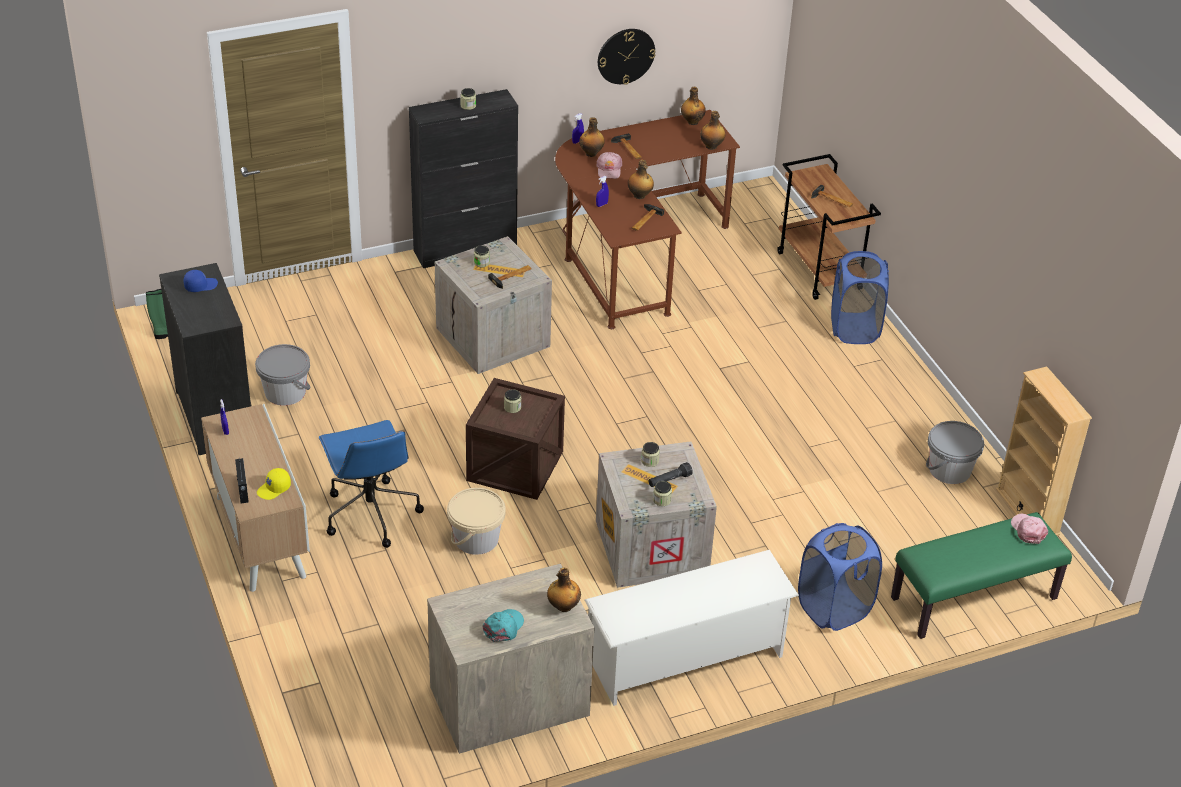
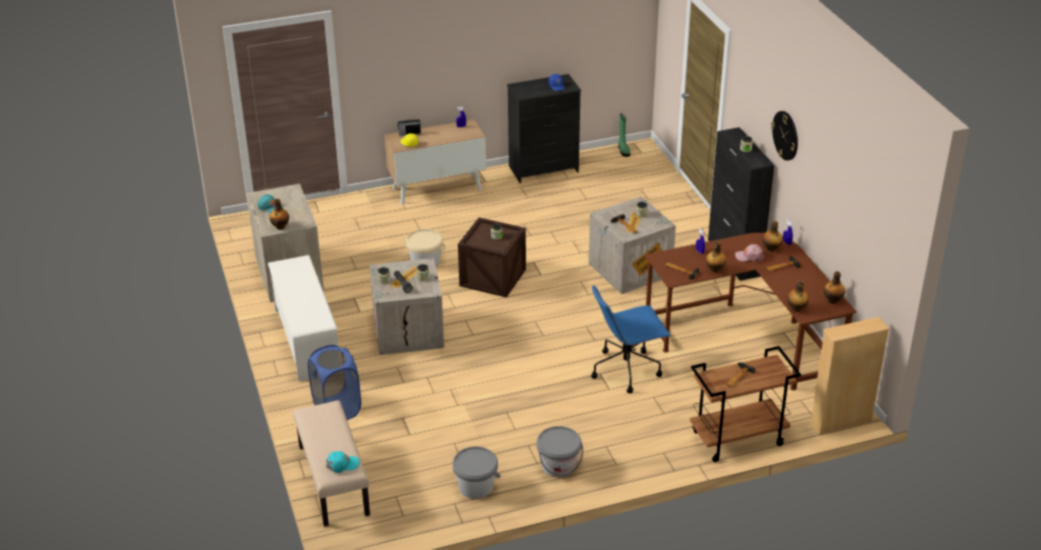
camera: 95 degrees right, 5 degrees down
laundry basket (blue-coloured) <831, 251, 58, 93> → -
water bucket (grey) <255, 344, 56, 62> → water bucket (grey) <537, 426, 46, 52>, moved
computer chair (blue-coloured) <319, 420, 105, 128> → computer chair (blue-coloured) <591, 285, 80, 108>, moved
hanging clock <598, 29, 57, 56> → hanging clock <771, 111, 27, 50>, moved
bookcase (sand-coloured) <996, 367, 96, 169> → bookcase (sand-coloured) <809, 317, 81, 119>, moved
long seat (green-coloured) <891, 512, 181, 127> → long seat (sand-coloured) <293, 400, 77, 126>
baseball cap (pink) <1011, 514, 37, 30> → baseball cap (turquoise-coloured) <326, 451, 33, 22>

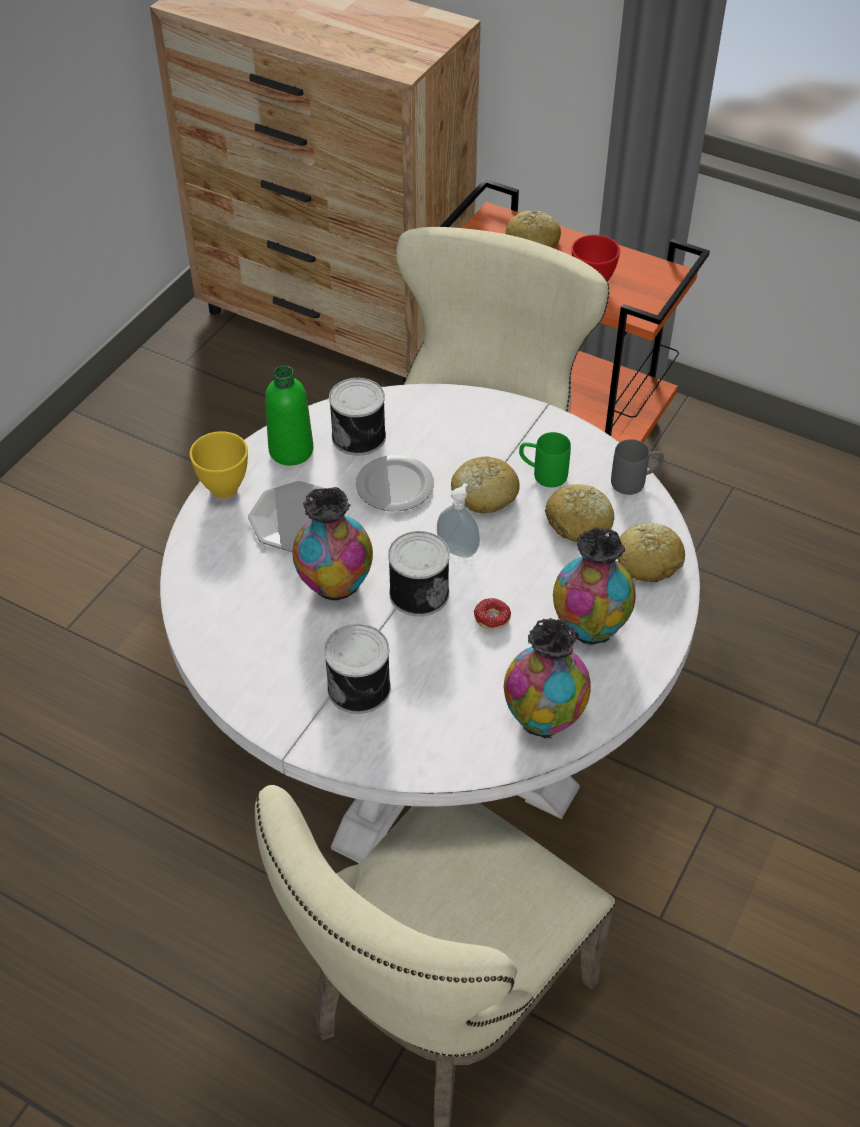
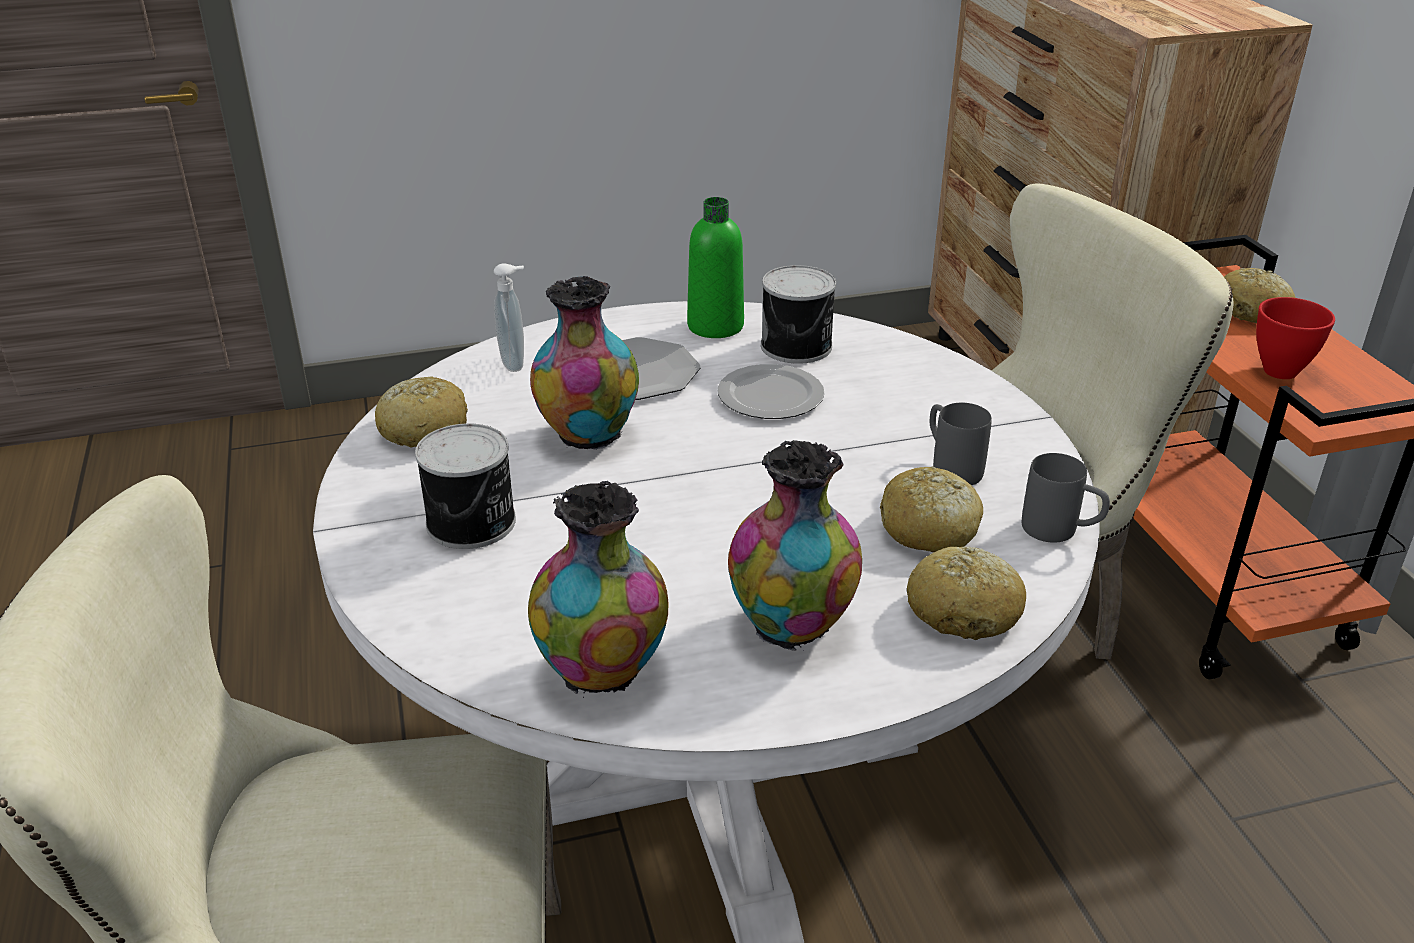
camera: 45 degrees right, 15 degrees down
serving bowl (yellowish) <190, 431, 58, 68> → -
can <388, 531, 62, 86> → -
donut <474, 598, 37, 32> → -
liquid soap bottle <437, 483, 43, 75> → liquid soap bottle <494, 263, 30, 109>, moved
bread <451, 456, 69, 58> → bread <375, 376, 93, 72>, moved
coffee mug (green-coloured) <519, 432, 52, 55> → coffee mug (grey) <930, 403, 62, 82>

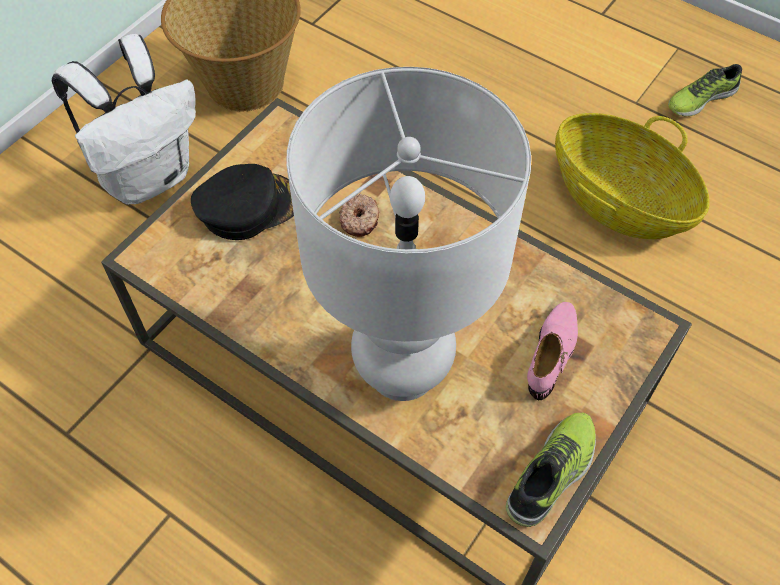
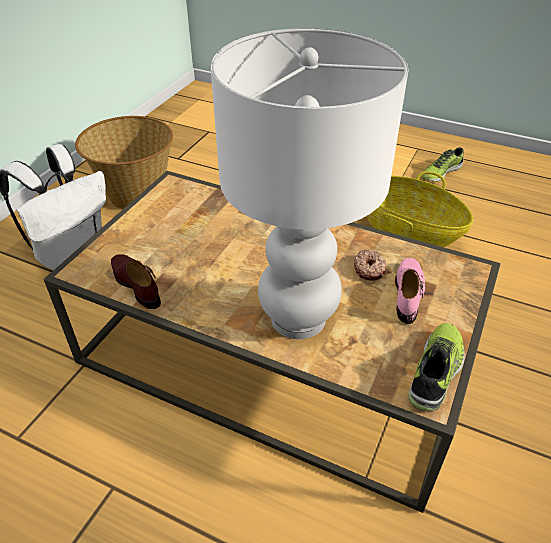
camera: 10 degrees left, 15 degrees down
baseball cap (blackish) <191, 164, 103, 76> → -
- → item of footwear (brownish) <111, 254, 50, 55>
donut <339, 194, 40, 43> → donut <354, 249, 32, 32>, moved

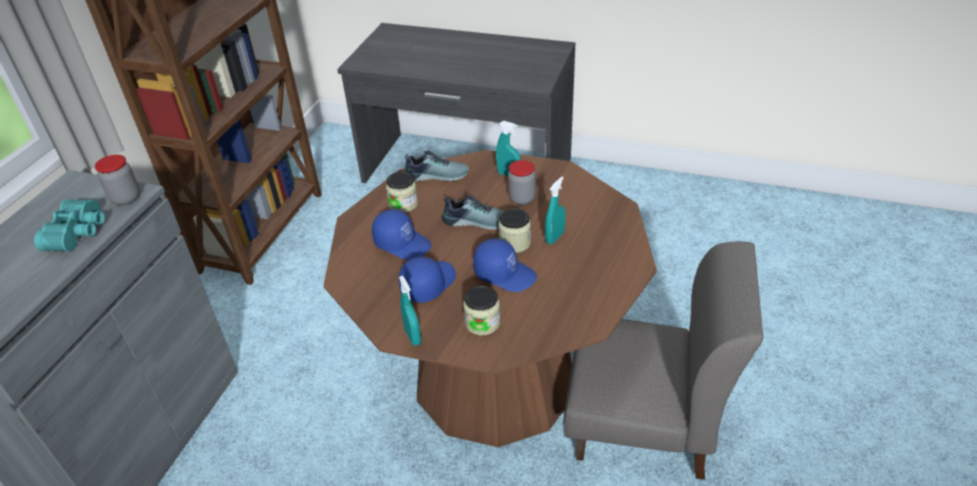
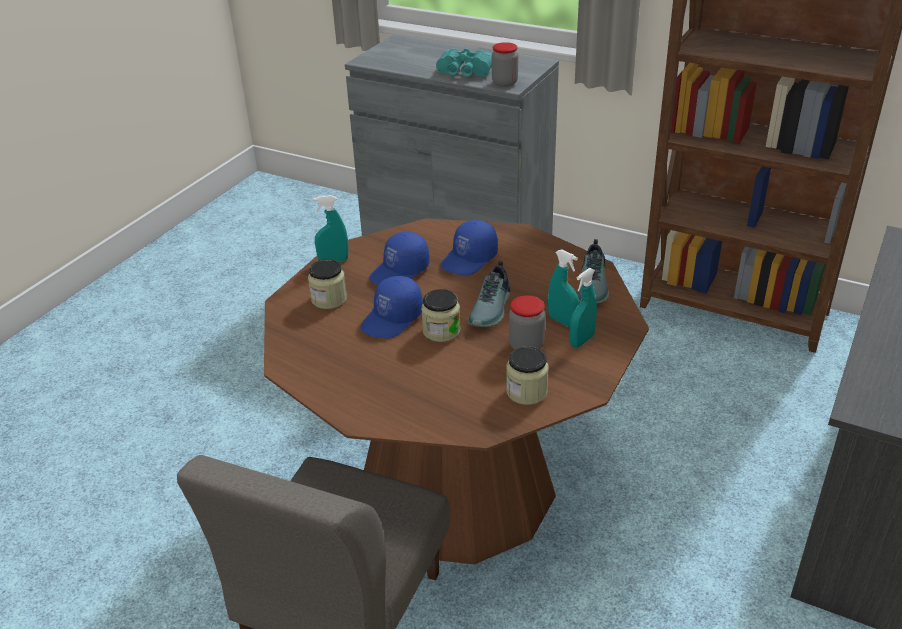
camera: 100 degrees right, 5 degrees down
preserve jar <386, 172, 32, 40> → preserve jar <506, 347, 43, 58>, moved
sprayer (turquoise-coloured) <545, 177, 21, 67> → sprayer (turquoise-coloured) <548, 249, 31, 78>, moved
baseball cap (blue-coloured) <399, 256, 57, 47> → baseball cap (blue-coloured) <369, 232, 60, 53>, 90 degrees clockwise

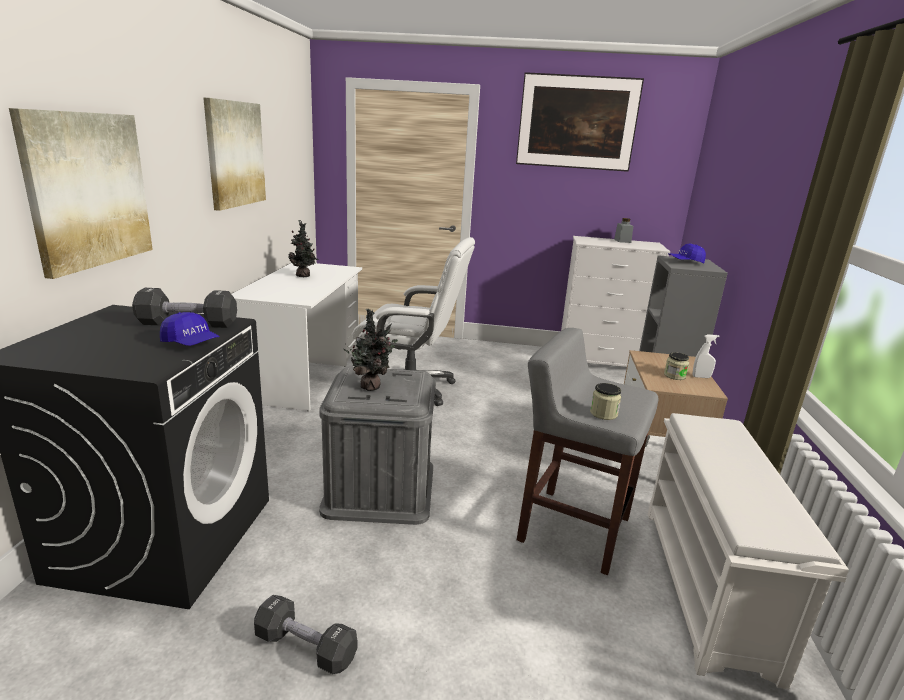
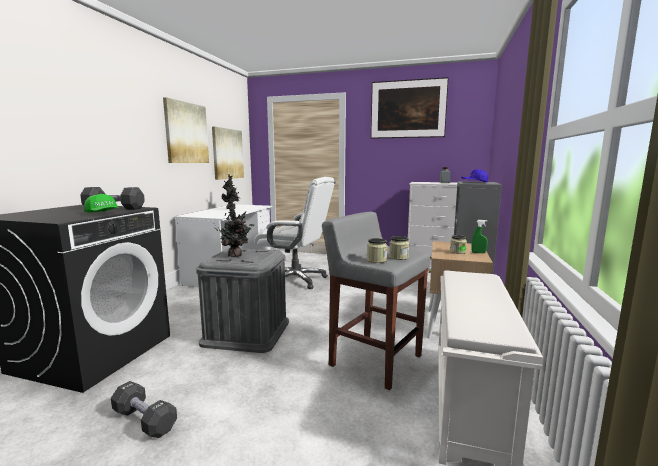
camera: 10 degrees right, 10 degrees down
- → preserve jar <389, 236, 20, 24>
wall picture <9, 108, 144, 171> → wall picture <212, 127, 32, 53>, moved
baseball cap (blue-coloured) <160, 312, 60, 34> → baseball cap (green-coloured) <84, 194, 36, 19>
sprayer (whitish) <693, 334, 27, 44> → sprayer (green-coloured) <471, 220, 17, 33>

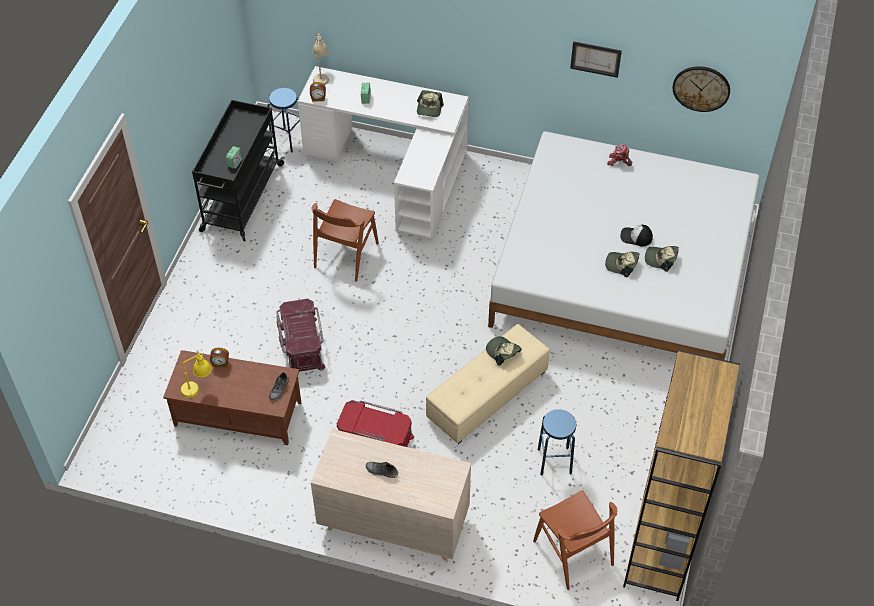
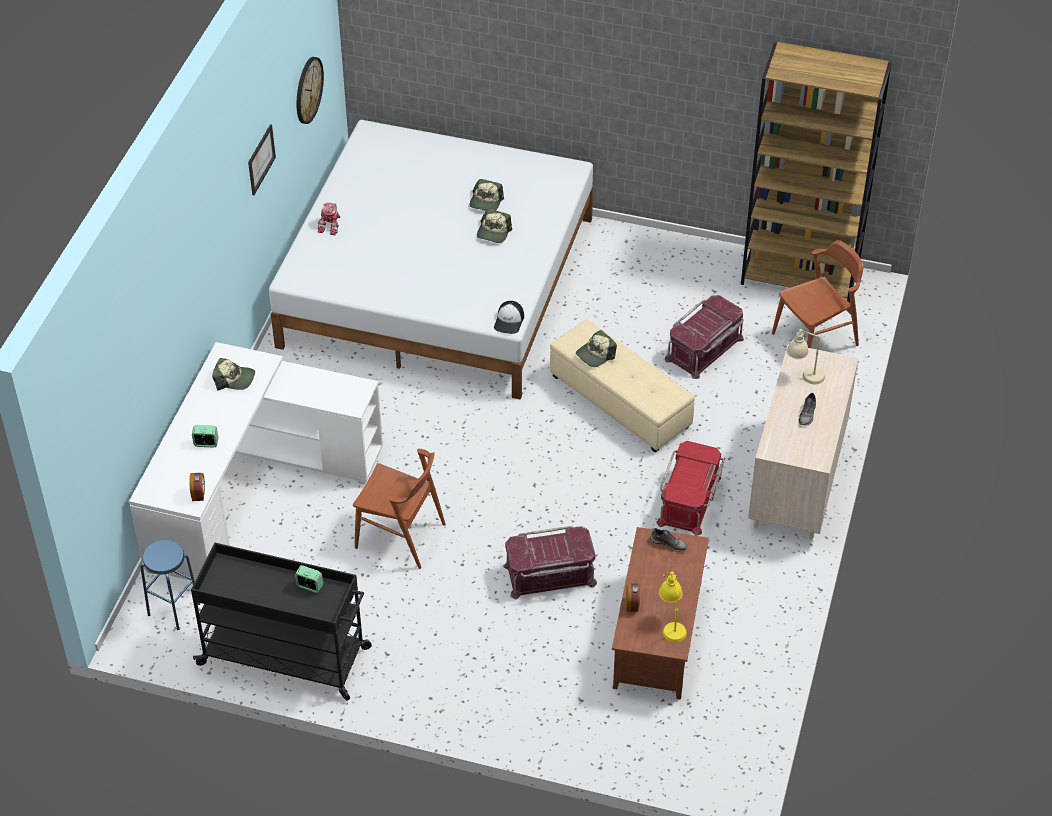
camera: 90 degrees left, 5 degrees down
table lamp (sand-coloured) <312, 34, 17, 51> → table lamp (sand-coloured) <787, 329, 38, 56>, moved
baseball cap <620, 225, 33, 21> → baseball cap <494, 301, 30, 33>, moved
sitting stool (blue-coloured) <538, 409, 38, 67> → storage box (red) <665, 295, 79, 84>

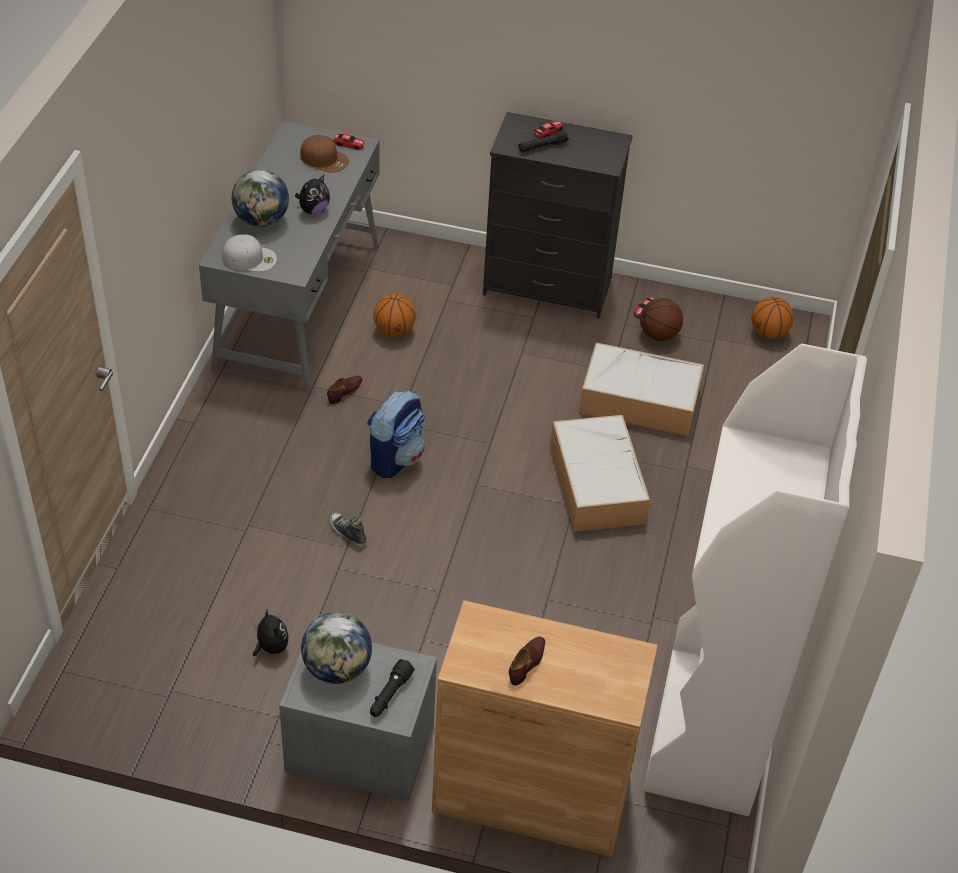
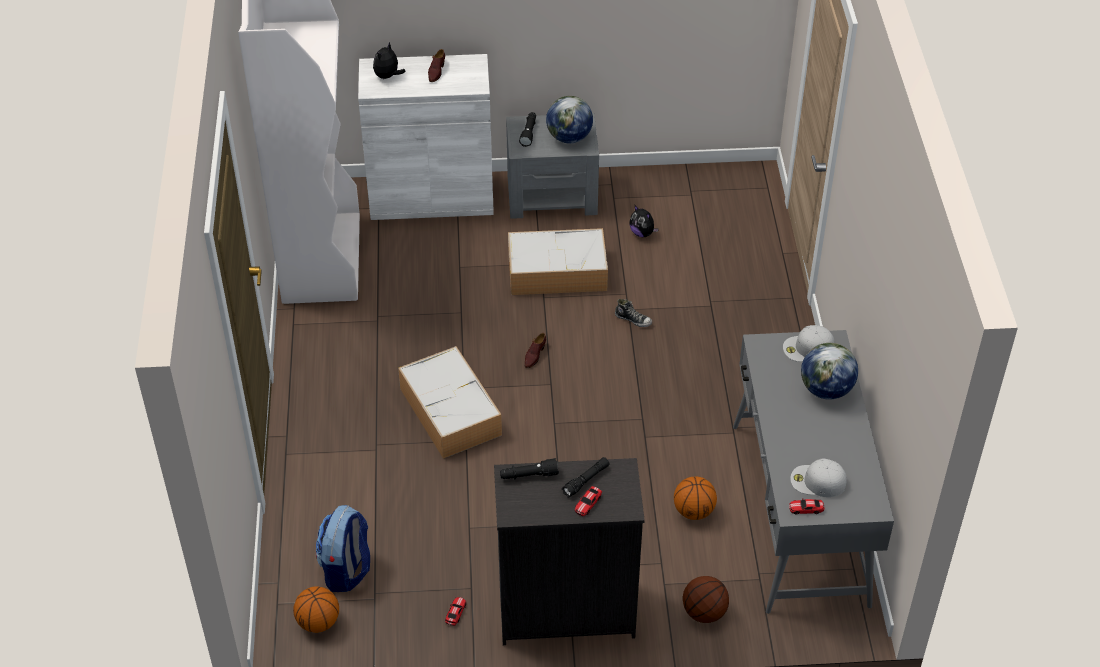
camera: 165 degrees right, 0 degrees up
- → flashlight (blackish) <500, 458, 59, 22>
soft toy <295, 175, 35, 39> → soft toy <373, 42, 33, 37>, moved
item of footwear (brownish) <327, 376, 35, 28> → item of footwear (brownish) <525, 333, 21, 35>, moved
backpack <367, 390, 58, 88> → backpack <316, 505, 54, 87>, moved
storage box <579, 343, 125, 93> → storage box <508, 228, 100, 67>, moved
ball for basketball <640, 298, 43, 43> → ball for basketball <683, 576, 46, 47>, moved
baseball cap (brownish) <300, 135, 49, 38> → baseball cap (whitish) <790, 459, 57, 38>
cupboard (brownish) <432, 600, 226, 257> → cupboard (whitish) <358, 54, 136, 166>

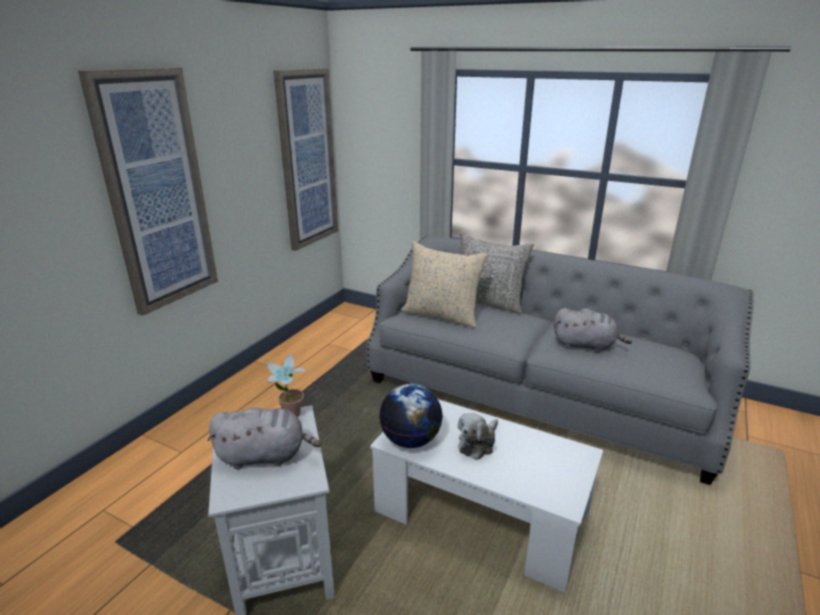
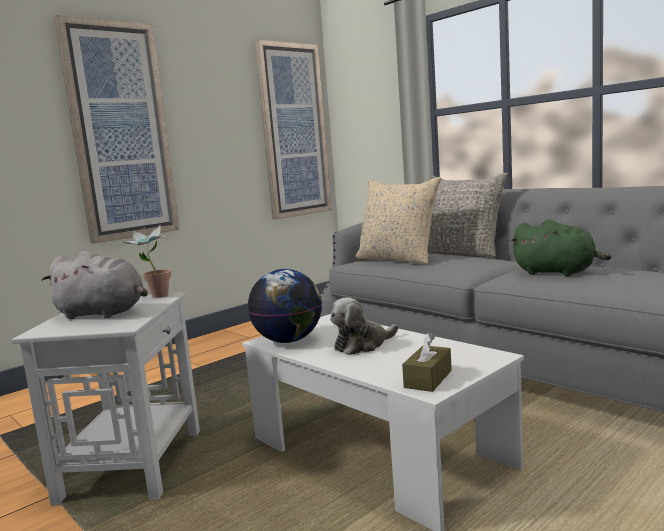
camera: 20 degrees right, 15 degrees down
- → tissue holder (brownish) <402, 332, 50, 60>
soft toy (grey) <554, 308, 78, 44> → soft toy (green-coloured) <510, 220, 101, 56>

